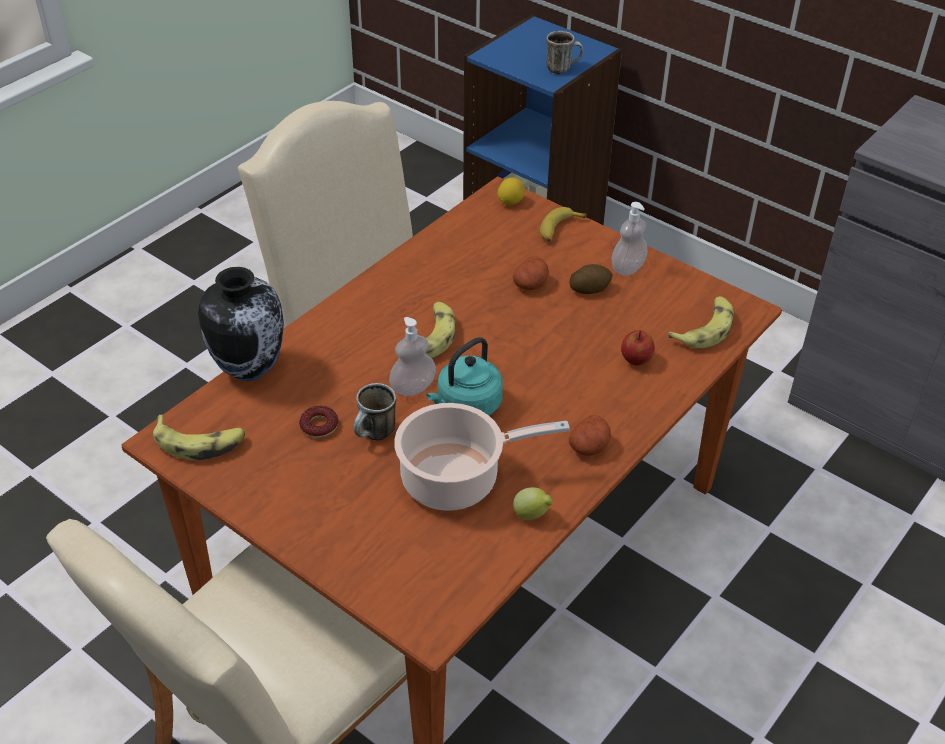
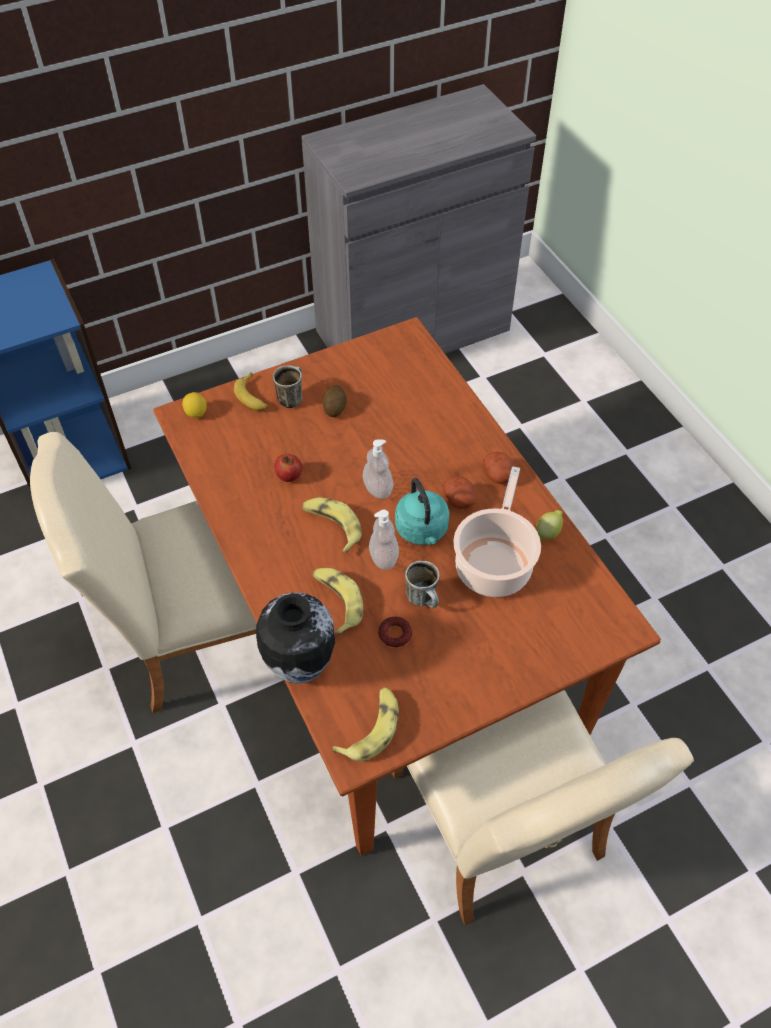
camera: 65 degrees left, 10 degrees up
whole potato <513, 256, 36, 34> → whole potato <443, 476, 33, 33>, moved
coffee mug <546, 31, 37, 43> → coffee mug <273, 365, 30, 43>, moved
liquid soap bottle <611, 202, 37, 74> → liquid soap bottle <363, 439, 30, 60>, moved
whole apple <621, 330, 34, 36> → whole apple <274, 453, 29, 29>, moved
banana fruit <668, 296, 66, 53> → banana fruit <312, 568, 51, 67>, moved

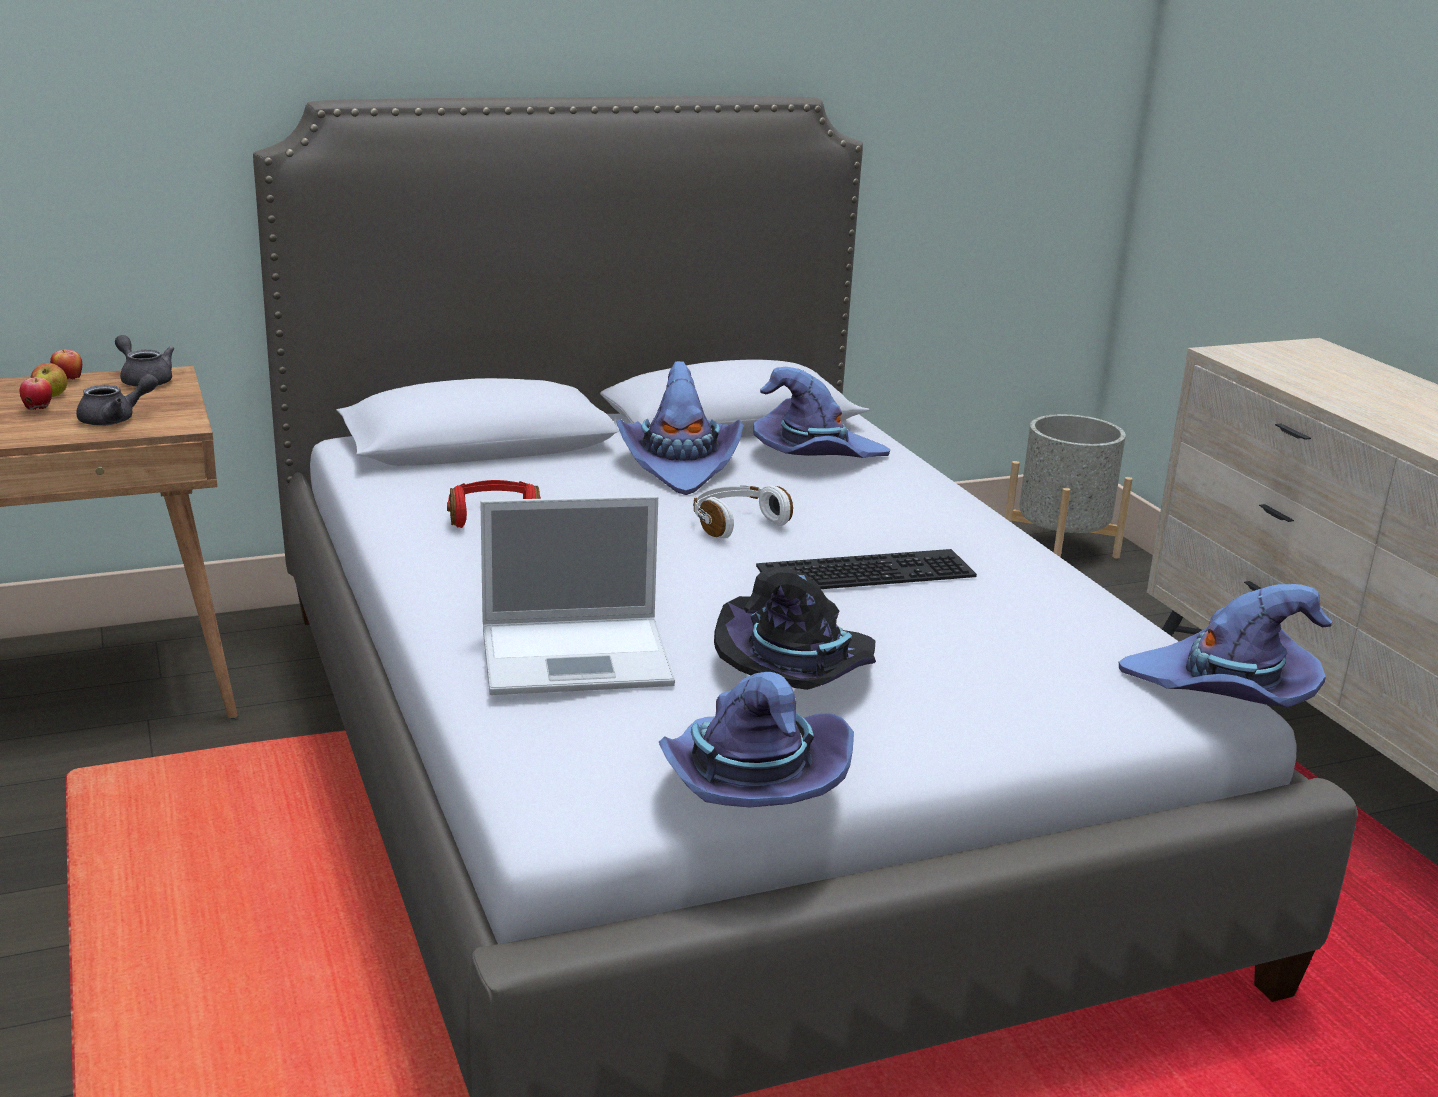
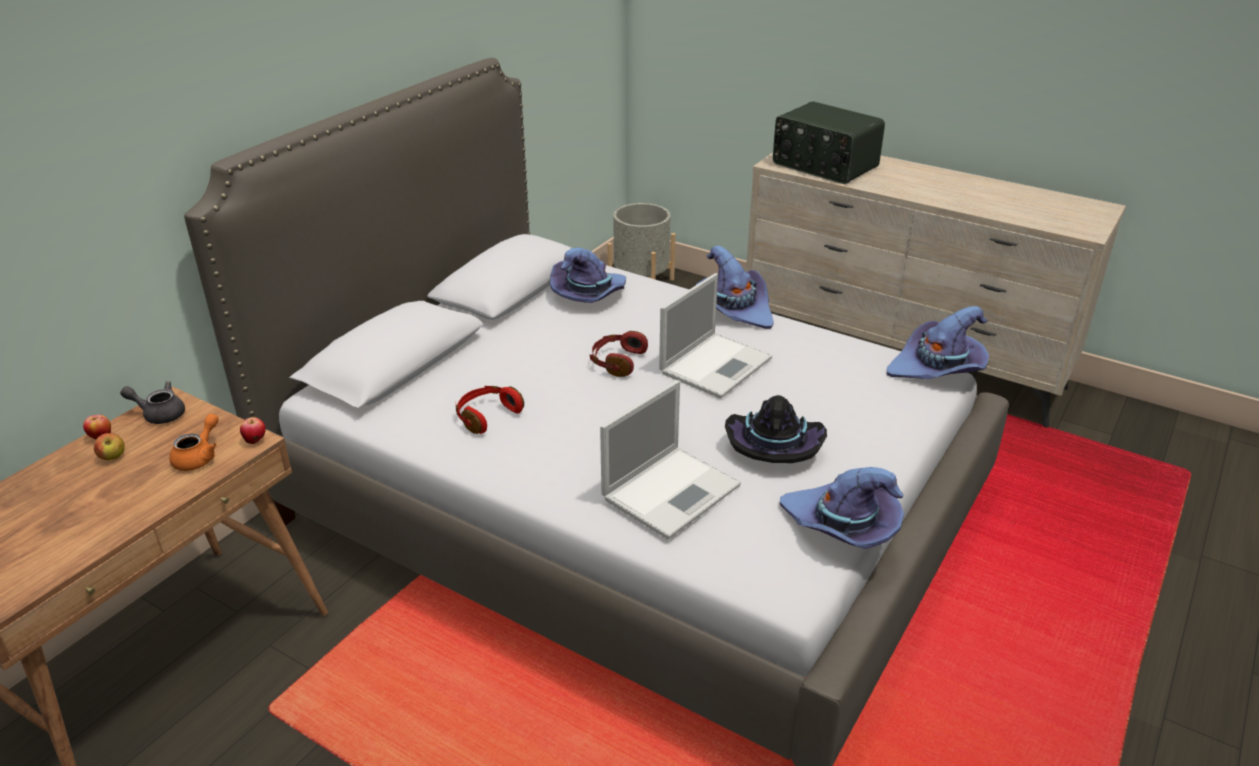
camera: 35 degrees left, 10 degrees up
- → radio receiver <773, 101, 112, 83>
whole apple <20, 377, 32, 33> → whole apple <240, 417, 26, 27>, moved
wearable hat (purple-coloured) <616, 361, 127, 134> → wearable hat (purple-coloured) <695, 245, 79, 84>, moved
PC keyboard <756, 549, 221, 40> → portable computer <659, 273, 113, 126>
pot for tea (grey) <76, 374, 82, 52> → pot for tea (orangey) <169, 414, 50, 57>
pair of headphones (whitish) <693, 485, 100, 53> → pair of headphones (red) <590, 331, 58, 46>

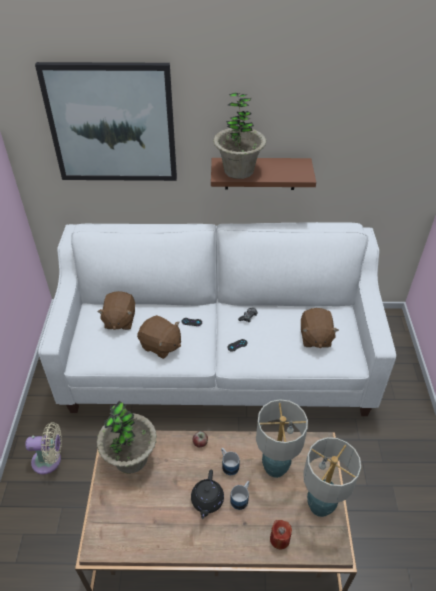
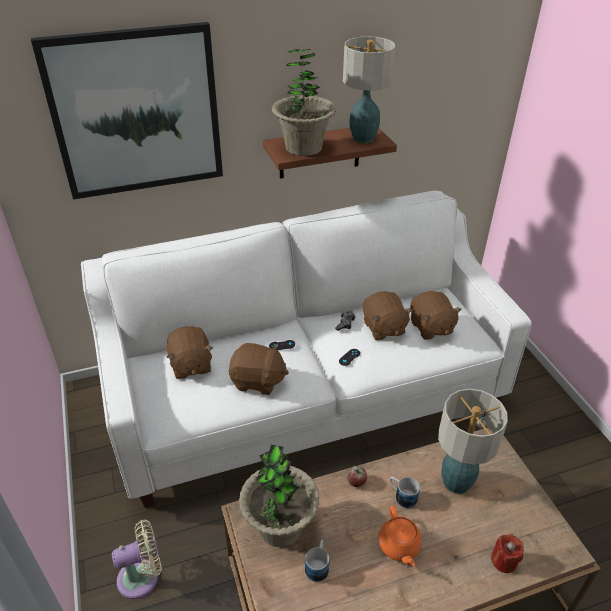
camera: 20 degrees left, 5 degrees down
- → soft toy (brownish) <363, 291, 50, 49>
coffee mug <230, 481, 19, 29> → coffee mug <305, 540, 24, 42>, moved
table lamp <303, 437, 58, 80> → table lamp <343, 36, 53, 107>, moved
pot for tea (blackish) <191, 470, 33, 49> → pot for tea (orangey) <378, 506, 44, 60>

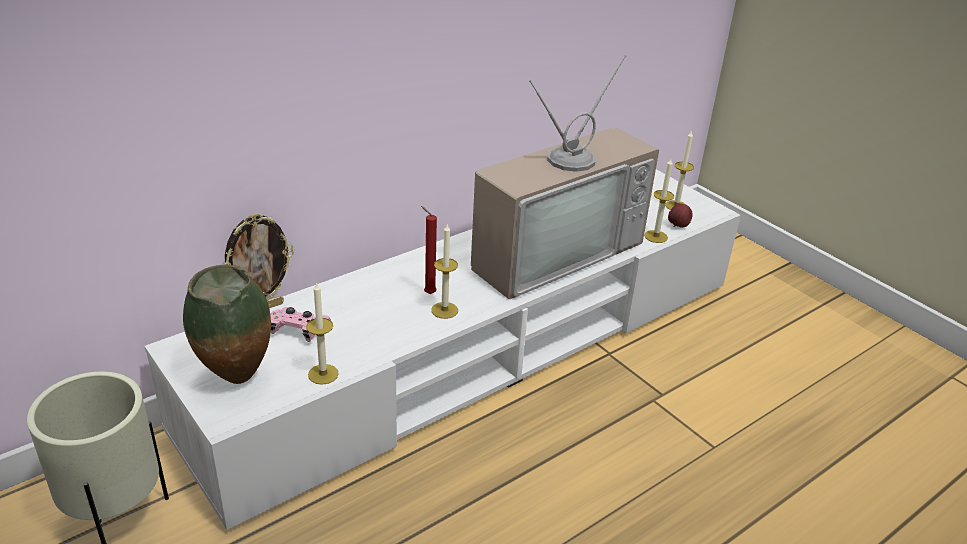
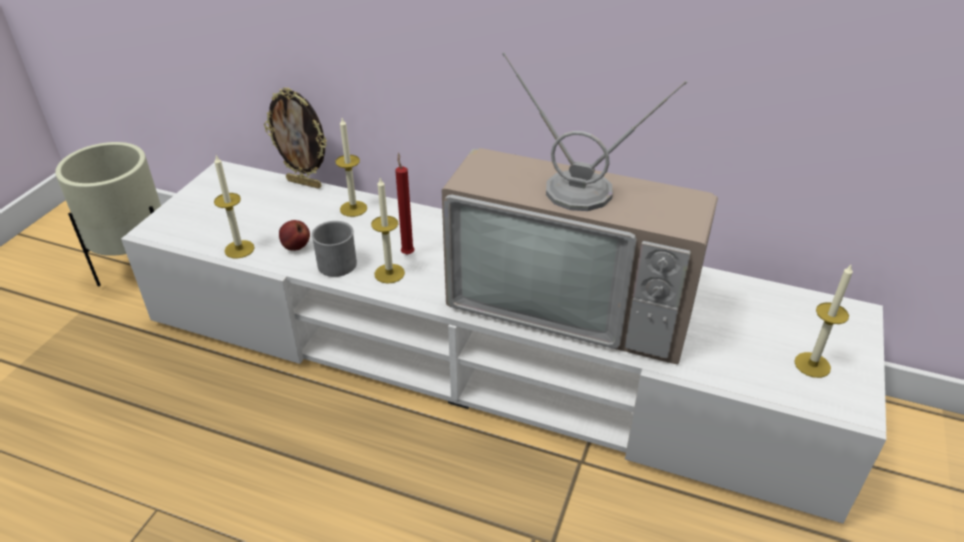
camera: 60 degrees right, 5 degrees up
vase <183, 265, 88, 119> → -
gamepad (pink) <270, 307, 61, 35> → -
- → coffee mug (grey) <311, 221, 46, 56>
wax candle <644, 159, 30, 84> → wax candle <335, 118, 32, 99>, moved
whole apple <668, 204, 25, 24> → whole apple <279, 220, 31, 31>, moved

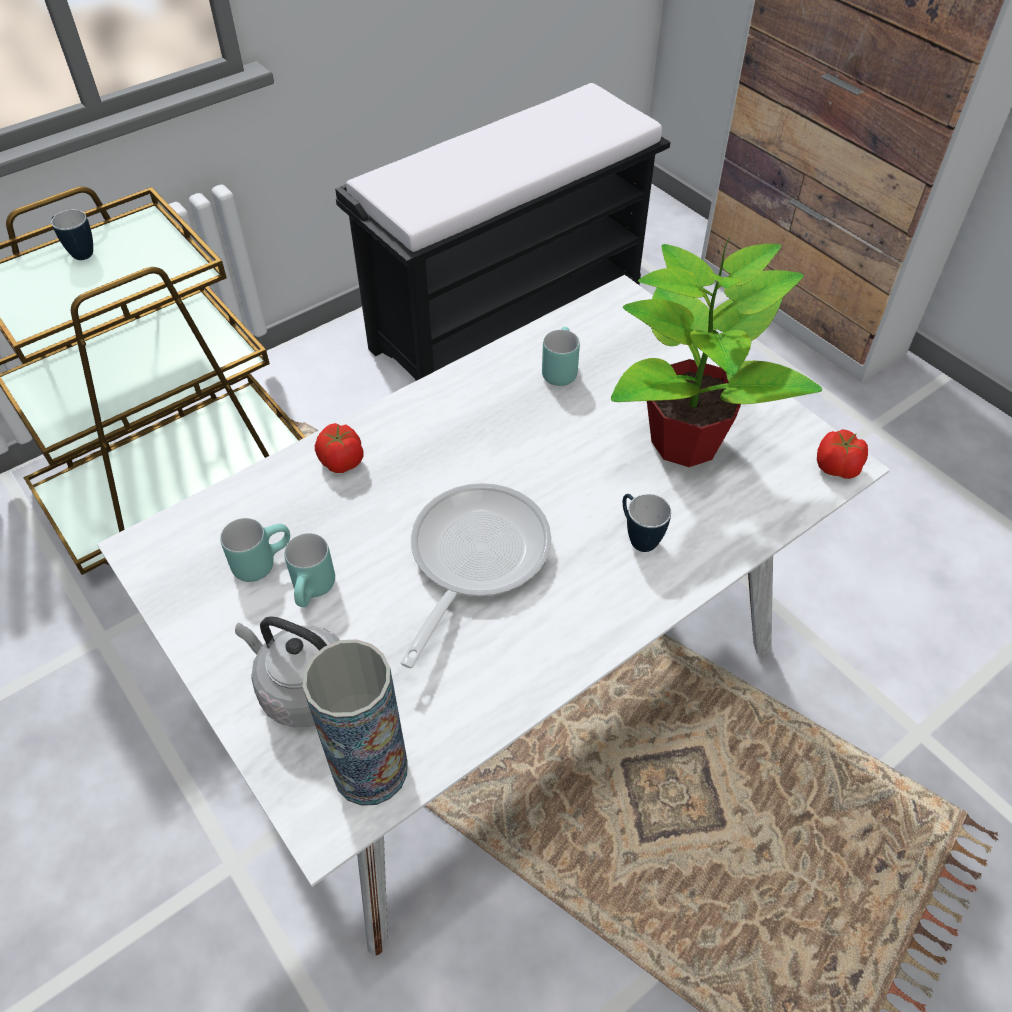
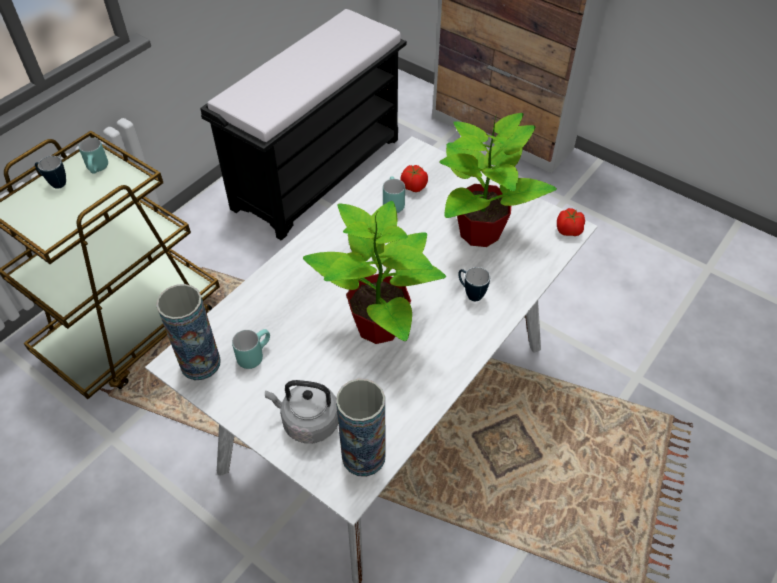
camera: 15 degrees left, 0 degrees up
- → vase <156, 284, 65, 96>
coffee mug (turquoise-coloured) <284, 533, 51, 74> → coffee mug (turquoise-coloured) <79, 138, 29, 36>, moved
tomato <315, 423, 49, 50> → tomato <401, 165, 27, 27>, moved
pan <401, 483, 150, 185> → plant in a pot <303, 201, 143, 143>

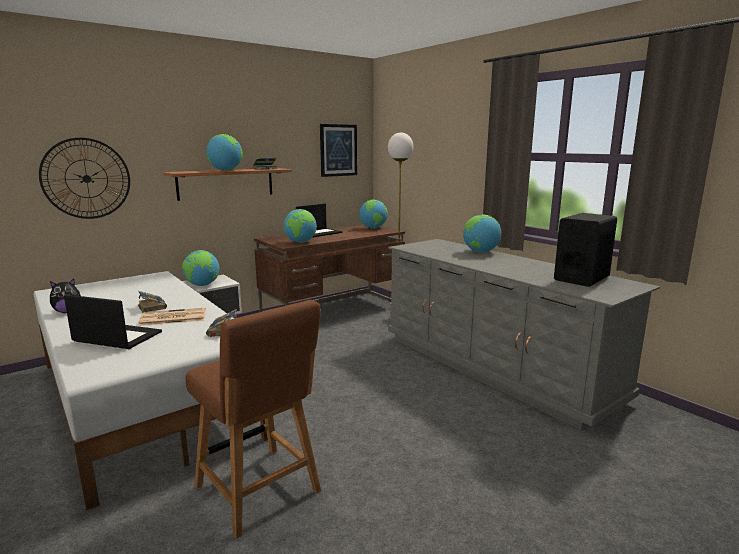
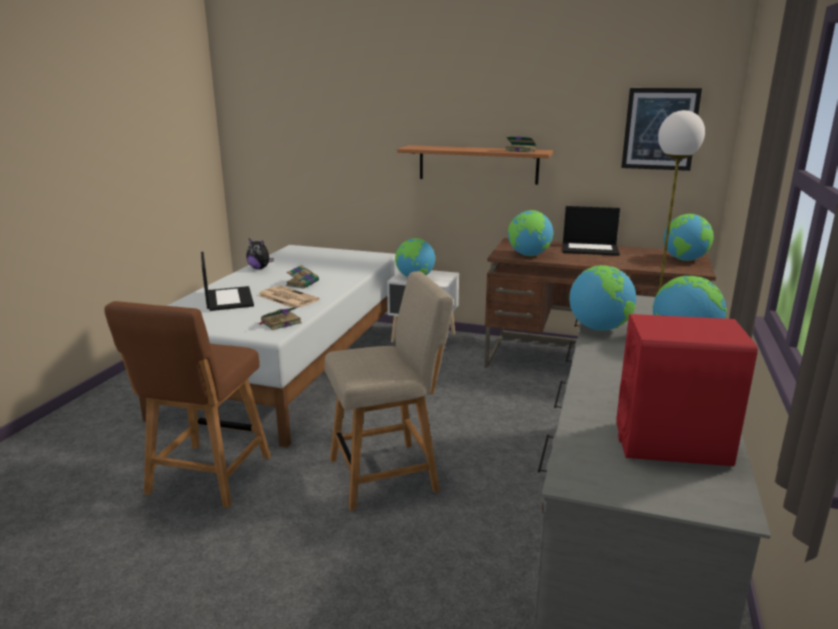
camera: 55 degrees right, 5 degrees up
hanging clock <39, 138, 91, 81> → -
- → chair (sand-coloured) <325, 271, 128, 240>
desk globe <206, 134, 37, 37> → desk globe <569, 265, 67, 66>, moved
speaker (blackish) <554, 213, 63, 74> → speaker (red) <616, 314, 142, 152>

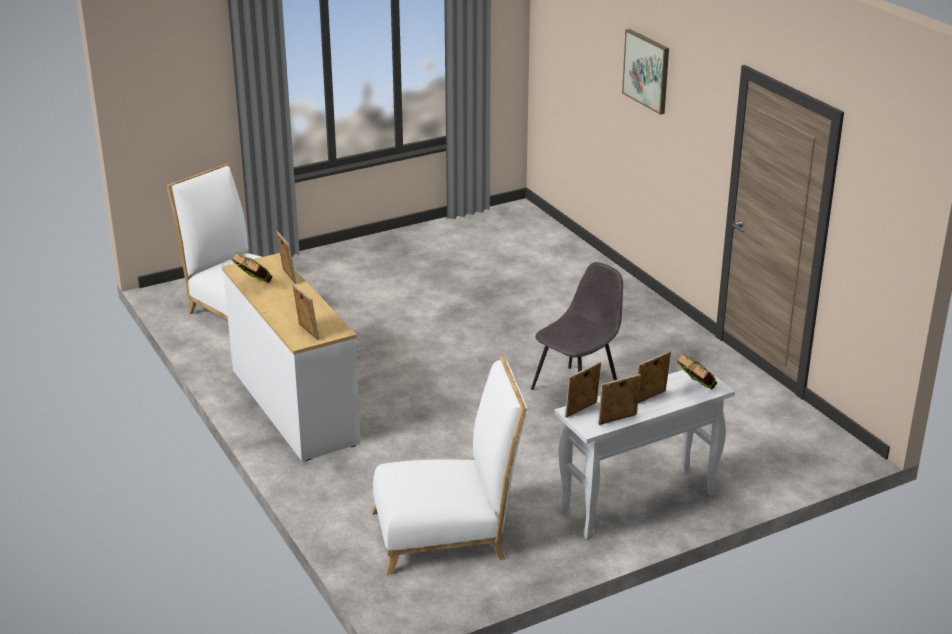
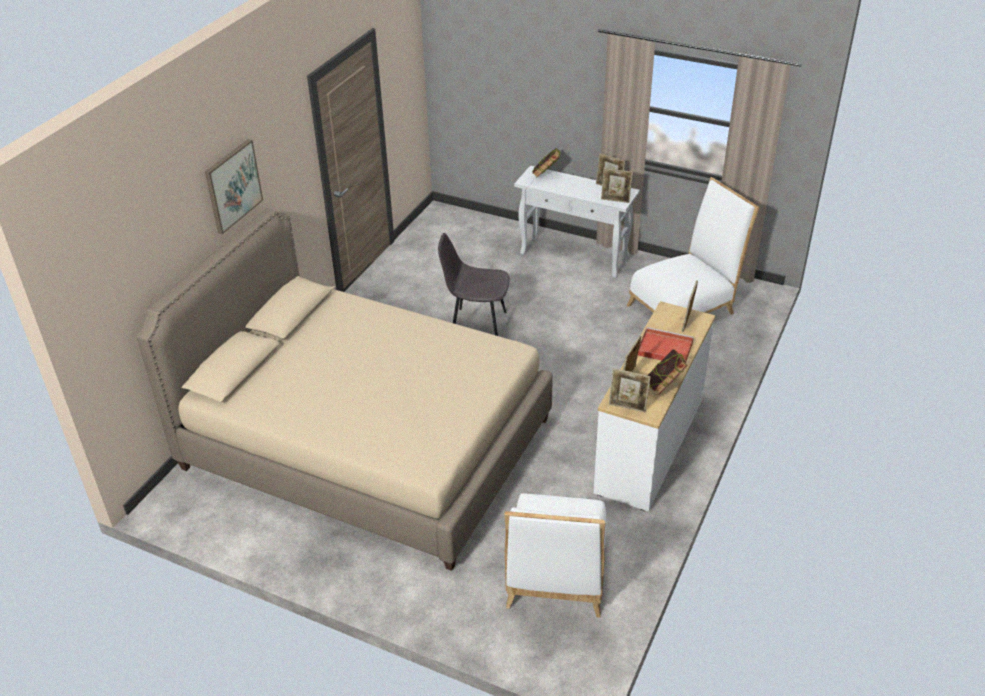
camera: 125 degrees left, 10 degrees up
- → bedroom bed (sand-coloured) <136, 208, 417, 363>
- → tray (red) <638, 327, 56, 36>
photo frame <637, 351, 34, 52> → photo frame <609, 368, 42, 44>, moved
chair (whitish) <372, 356, 155, 219> → chair (whitish) <627, 177, 133, 138>, 105 degrees clockwise

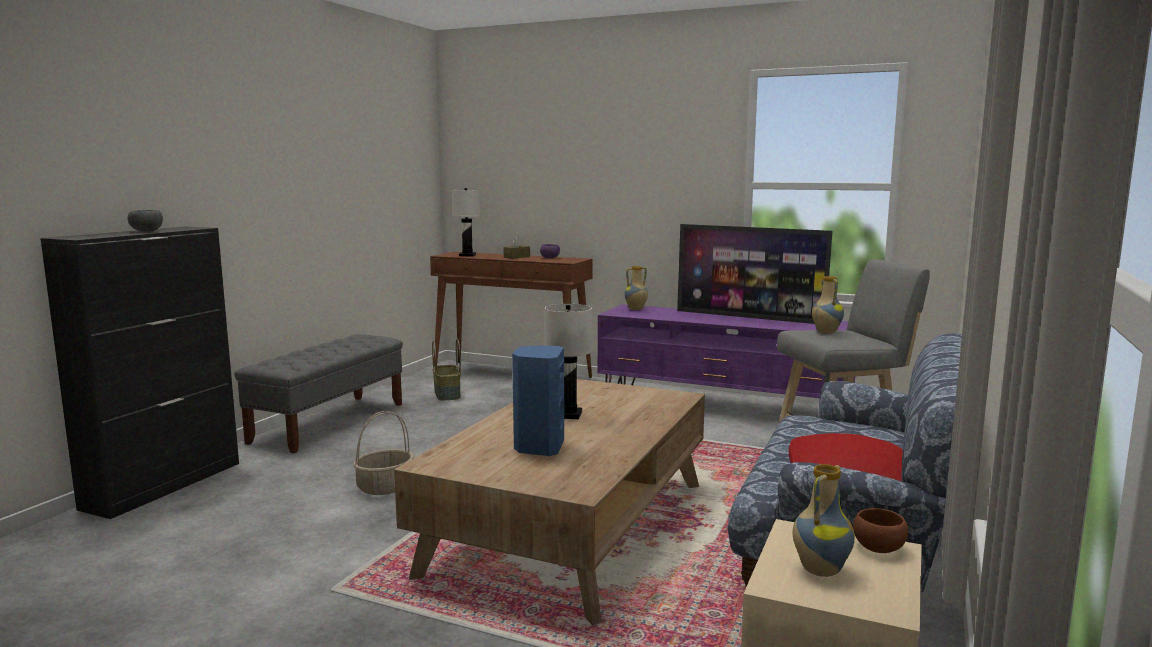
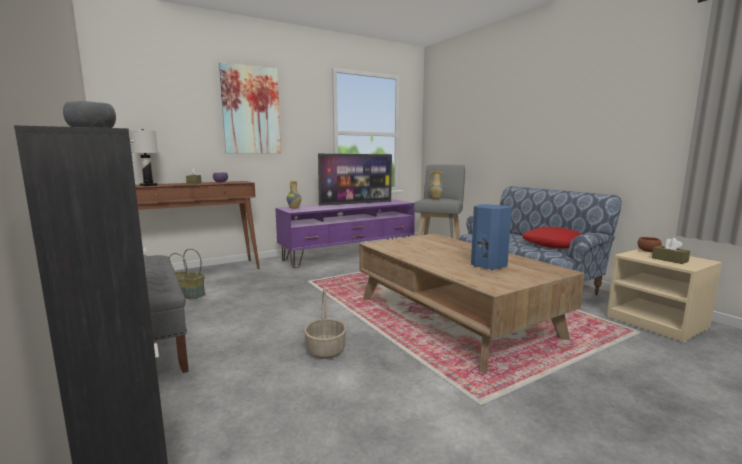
camera: 55 degrees left, 0 degrees up
table lamp (whitish) <545, 304, 47, 115> → -
- → wall picture <219, 62, 62, 92>
vase <792, 464, 63, 113> → tissue holder (brownish) <652, 238, 38, 26>

